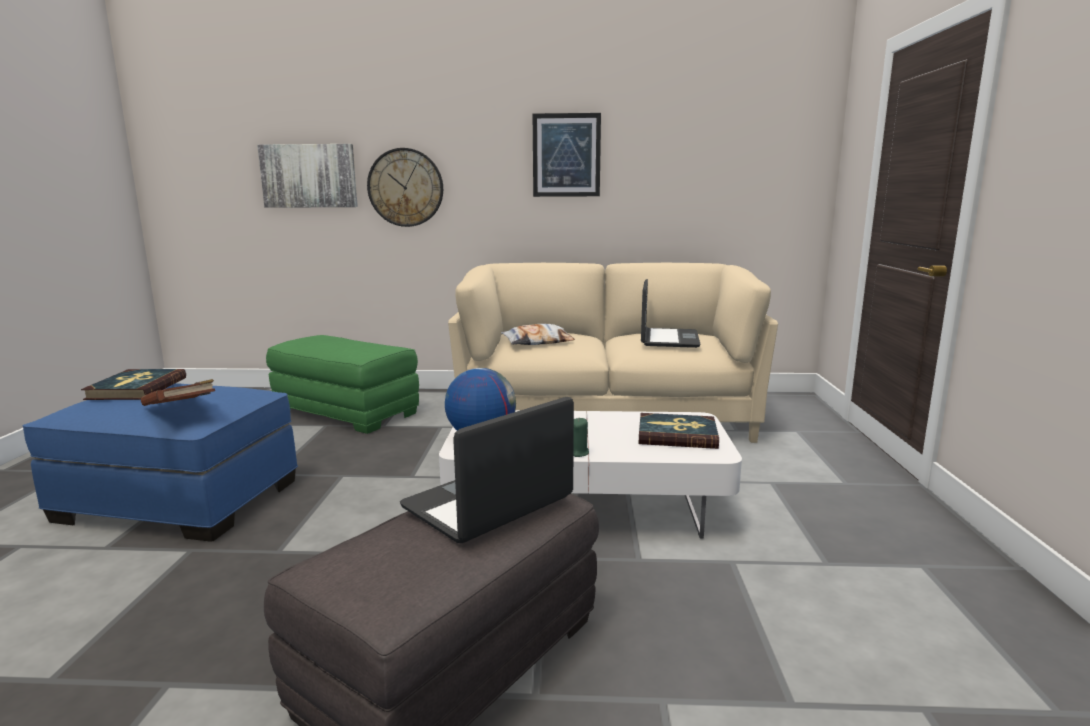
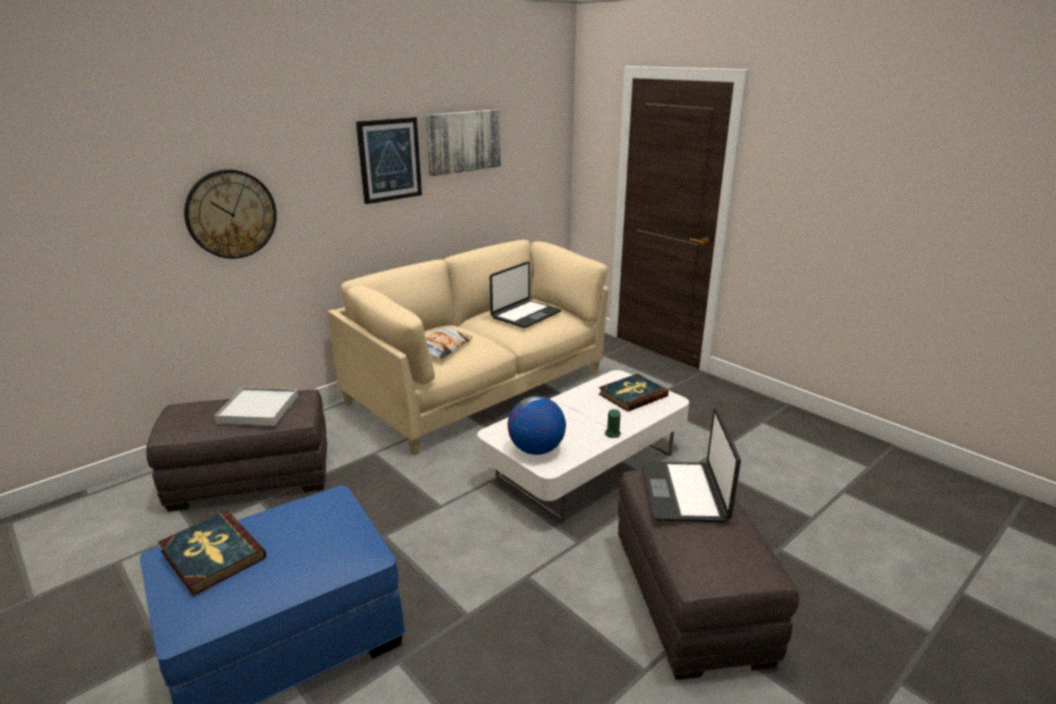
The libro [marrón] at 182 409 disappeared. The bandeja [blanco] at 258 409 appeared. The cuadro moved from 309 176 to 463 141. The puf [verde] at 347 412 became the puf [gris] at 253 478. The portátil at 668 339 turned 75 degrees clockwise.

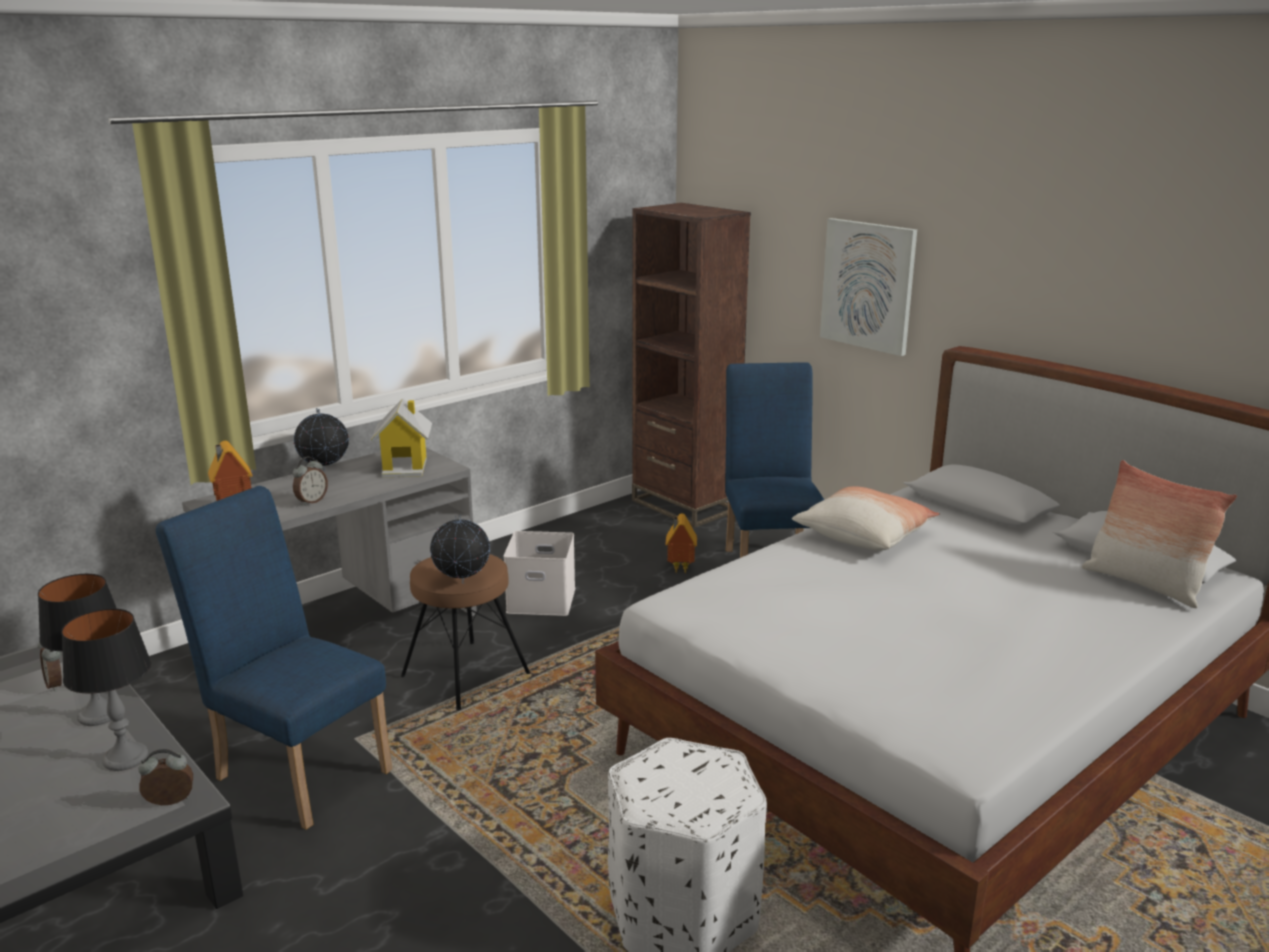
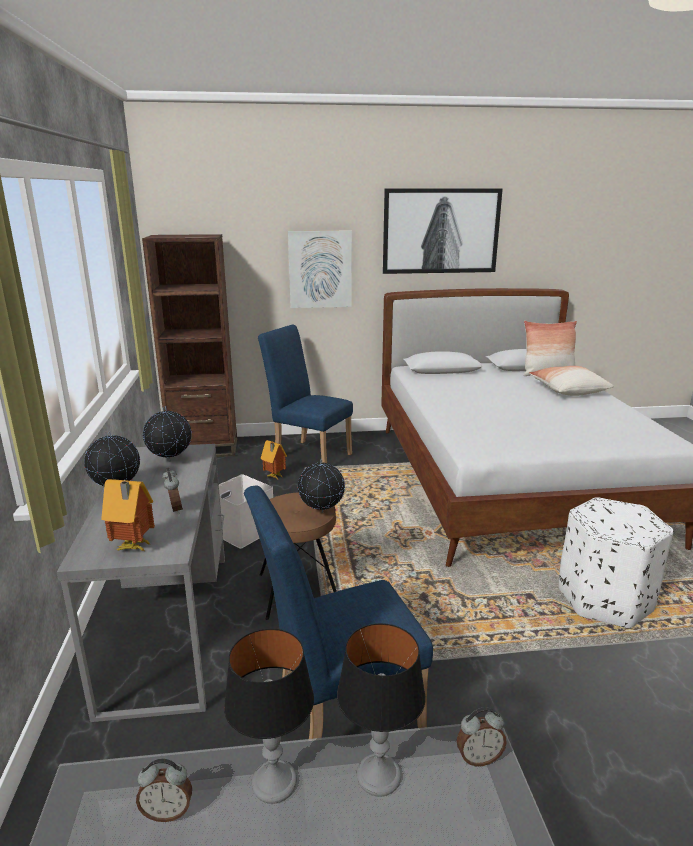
The cuadro at 441 231 appeared. The cojín moved from 864 535 to 568 390. The casita at 405 467 was replaced by the globo terráqueo at 170 461. The despertador at 170 803 turned 120 degrees counterclockwise.

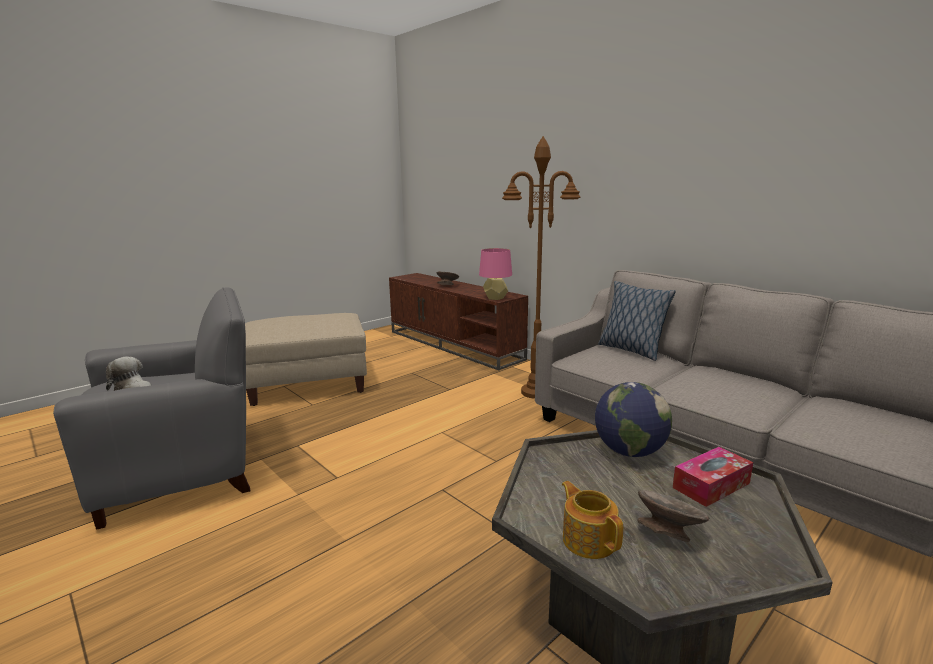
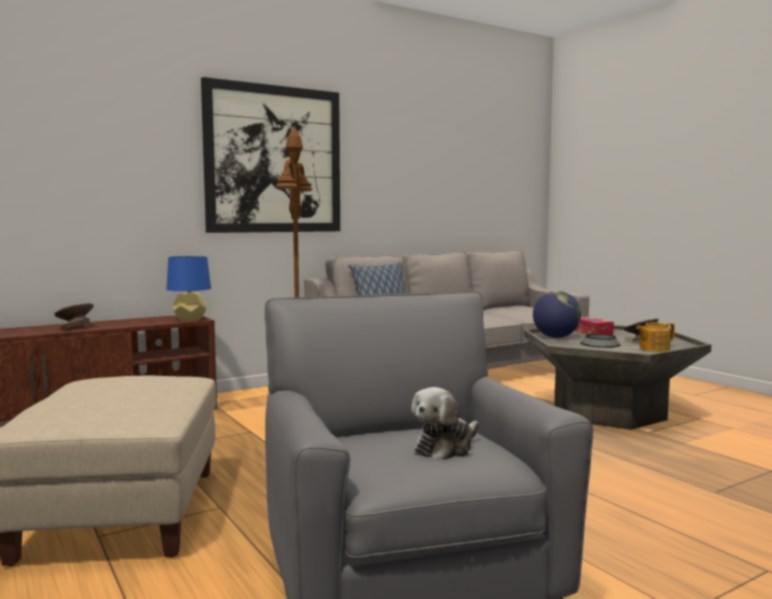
The cuadro at 274 160 appeared. The cuenco at 600 344 appeared. The lámpara de mesa [rosa] at 495 298 became the lámpara de mesa [azul] at 190 319.

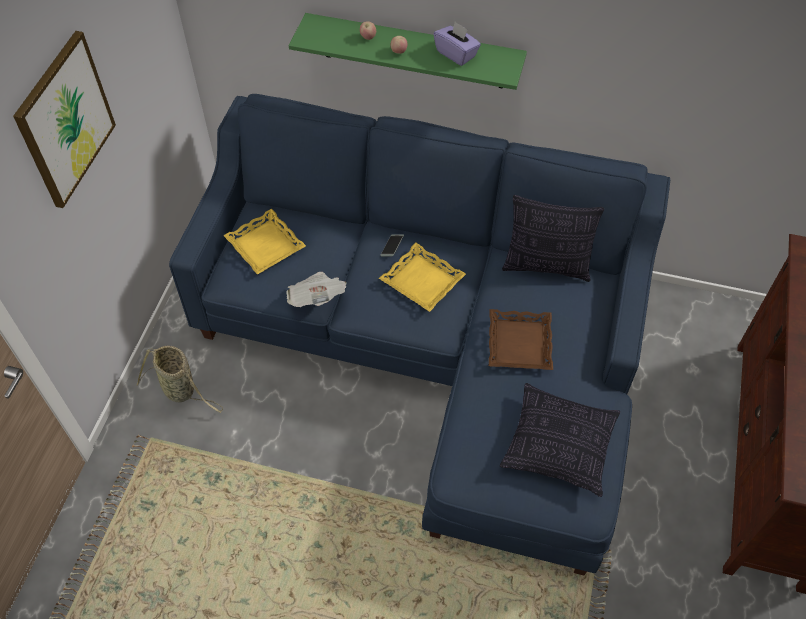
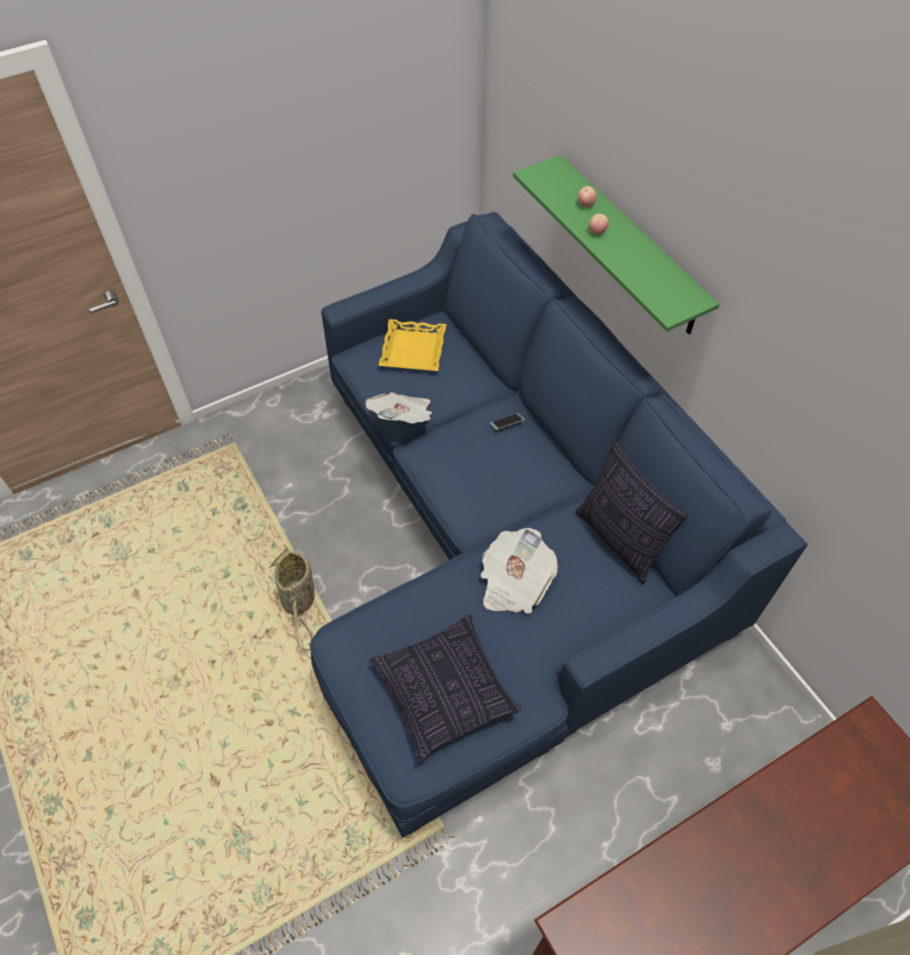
The cuadro at 65 120 disappeared. The bandeja [amarillo] at 422 281 disappeared. The caja de pañuelos [morado] at 456 54 disappeared. The cesta moved from 181 391 to 299 602. The bandeja [marrón] at 520 344 was replaced by the periódico at 514 582.

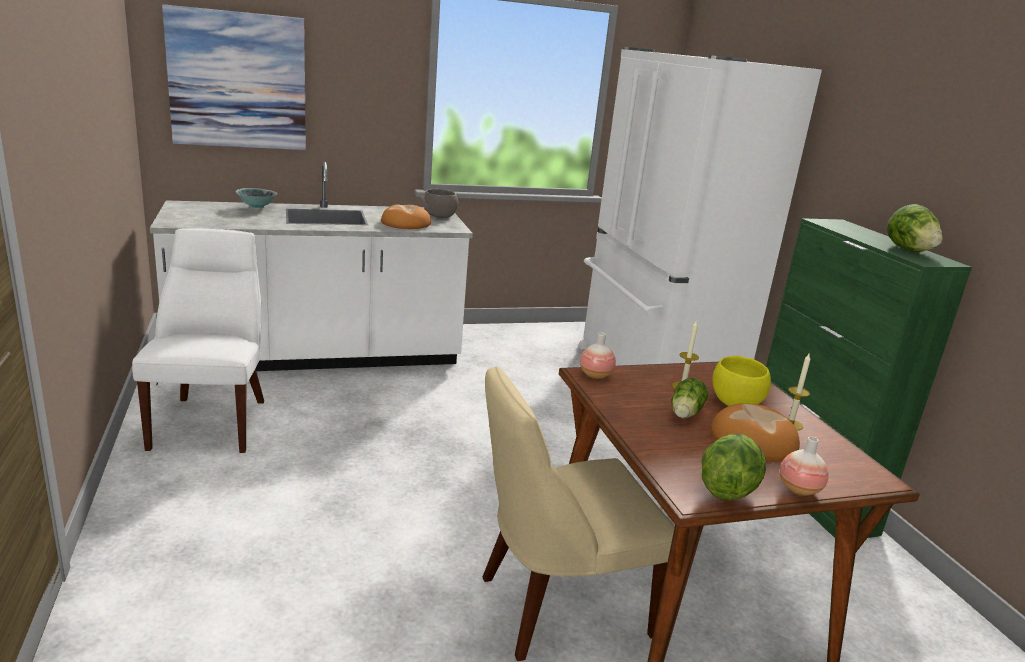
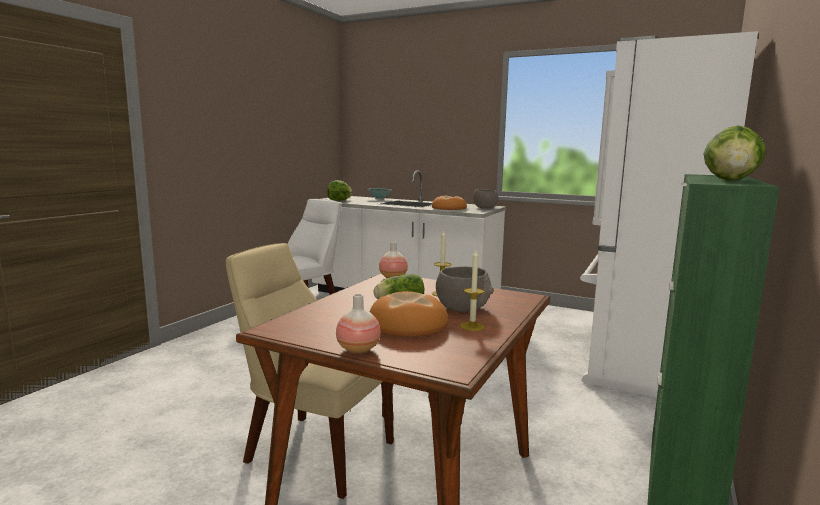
The cuadro at 238 80 disappeared. The lechuga moved from 727 489 to 339 200. The cuenco [amarillo] at 735 401 became the cuenco [gris] at 462 307.

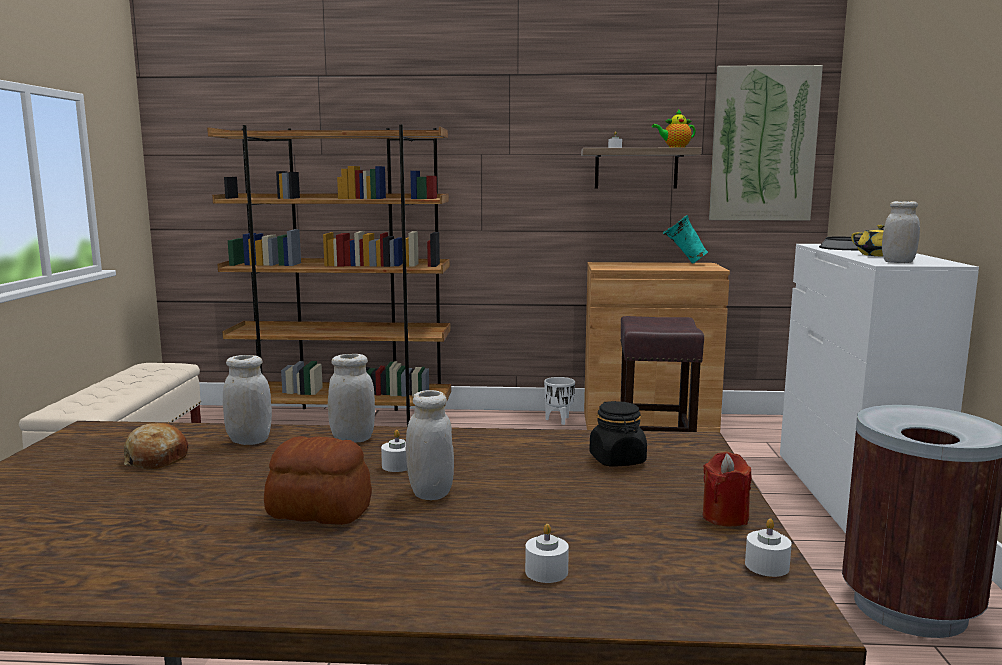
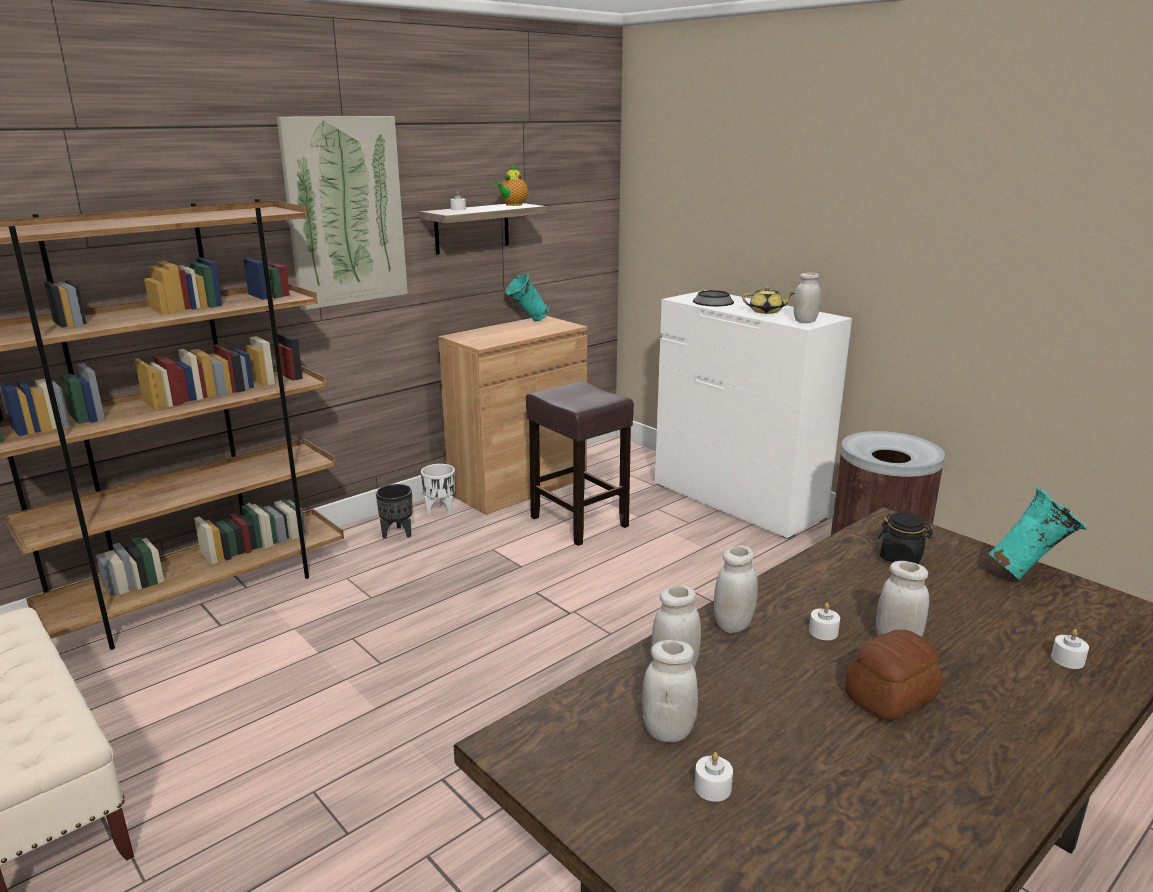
The maceta [negro] at 397 533 appeared. The cuadro moved from 763 144 to 345 212. The vela [blanco] moved from 767 565 to 712 787. The pan at 156 459 was replaced by the tarro [blanco] at 668 731. The vela [rojo] at 725 517 was replaced by the florero [turquesa] at 1029 574.

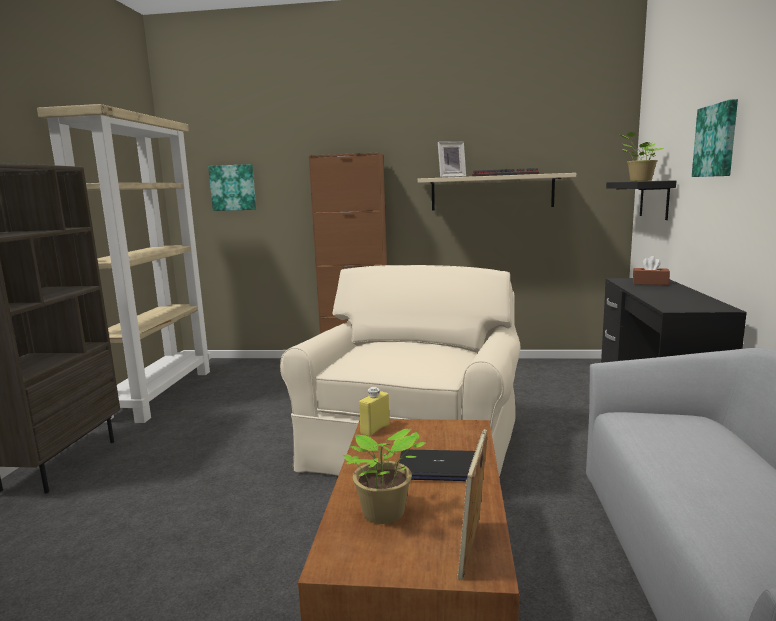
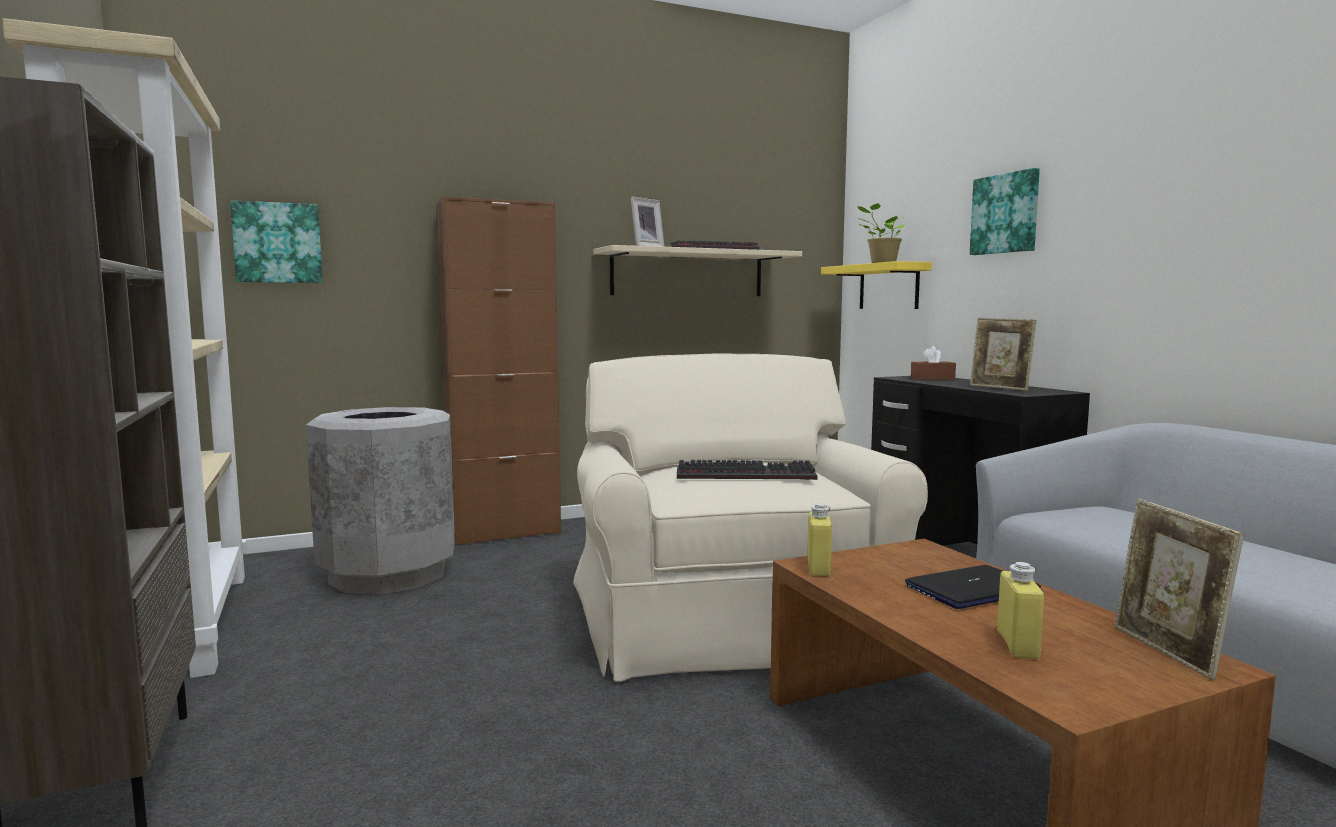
The papelera [gris] at 388 574 appeared. The teclado at 747 474 appeared. The portarretratos at 1000 388 appeared. The planta en maceta at 384 514 was replaced by the botella [amarillo] at 1017 645. The estante [negro] at 654 199 became the estante [amarillo] at 888 287.

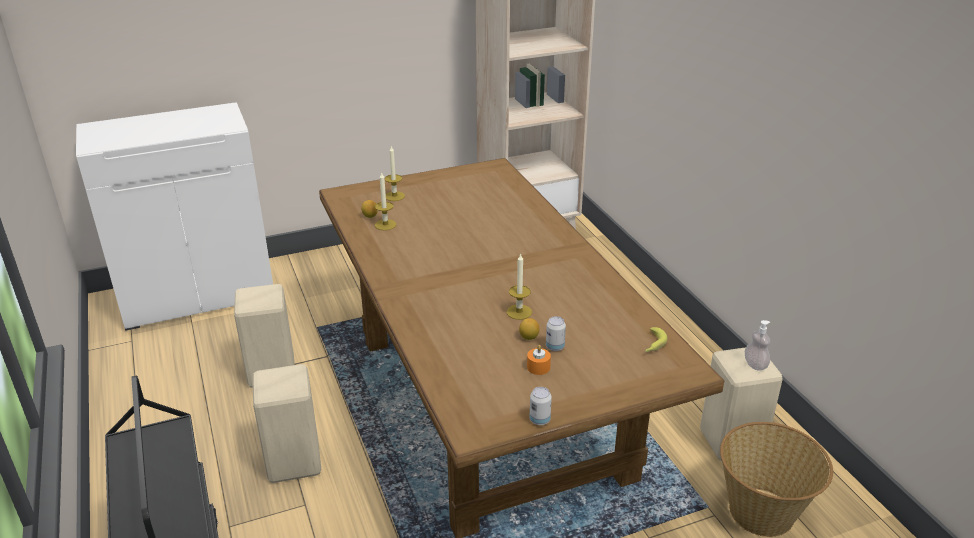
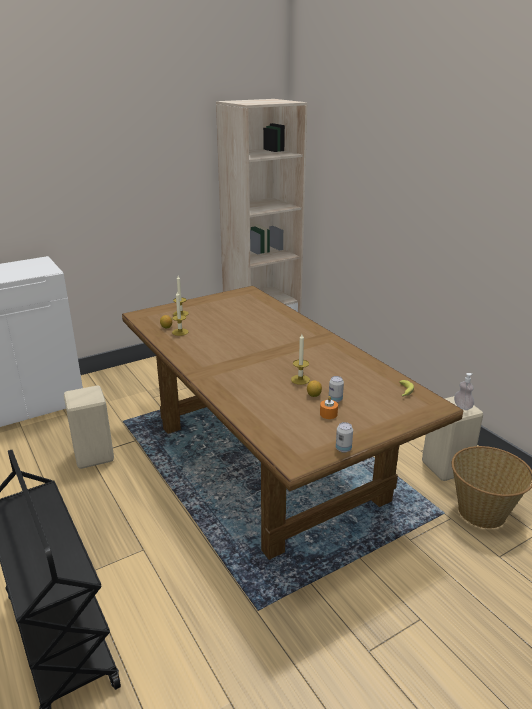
The taburete [beis] at 292 461 disappeared.

